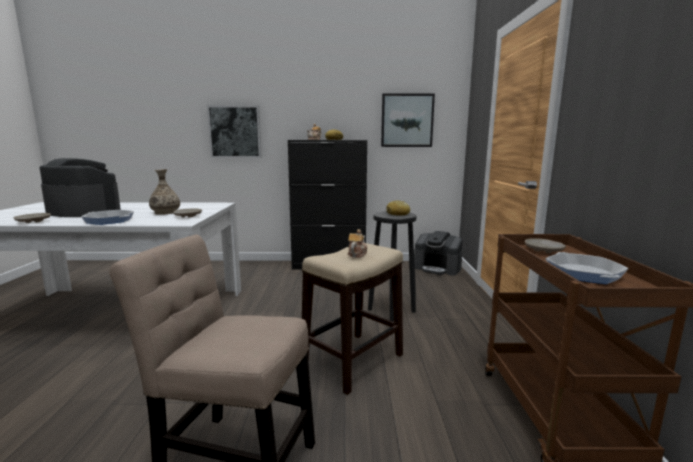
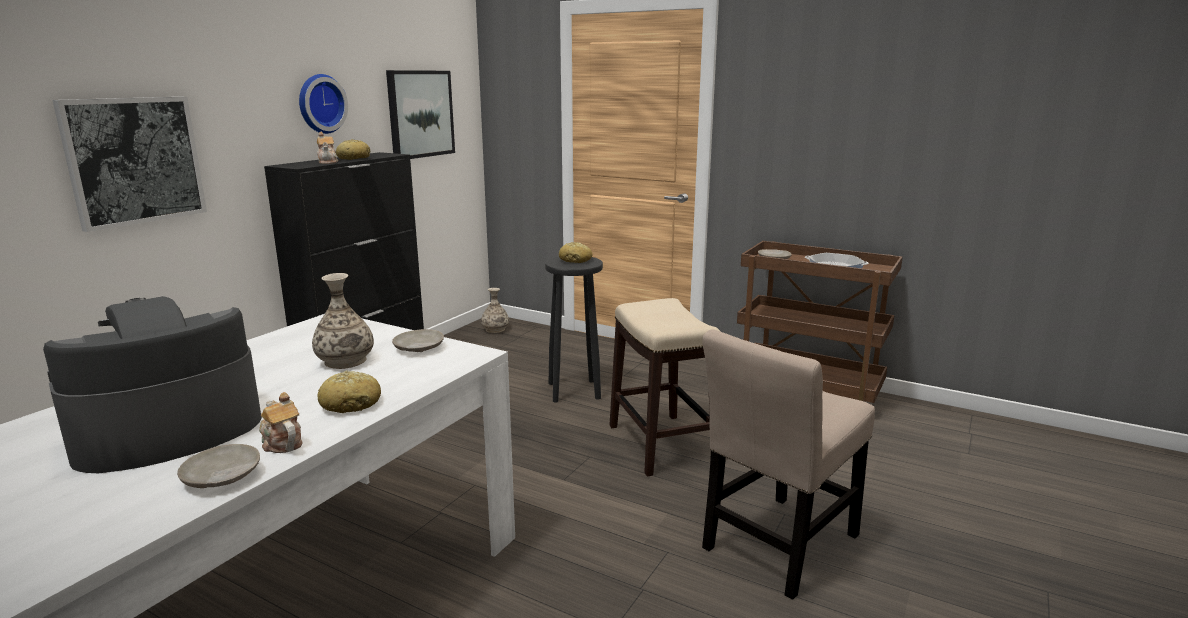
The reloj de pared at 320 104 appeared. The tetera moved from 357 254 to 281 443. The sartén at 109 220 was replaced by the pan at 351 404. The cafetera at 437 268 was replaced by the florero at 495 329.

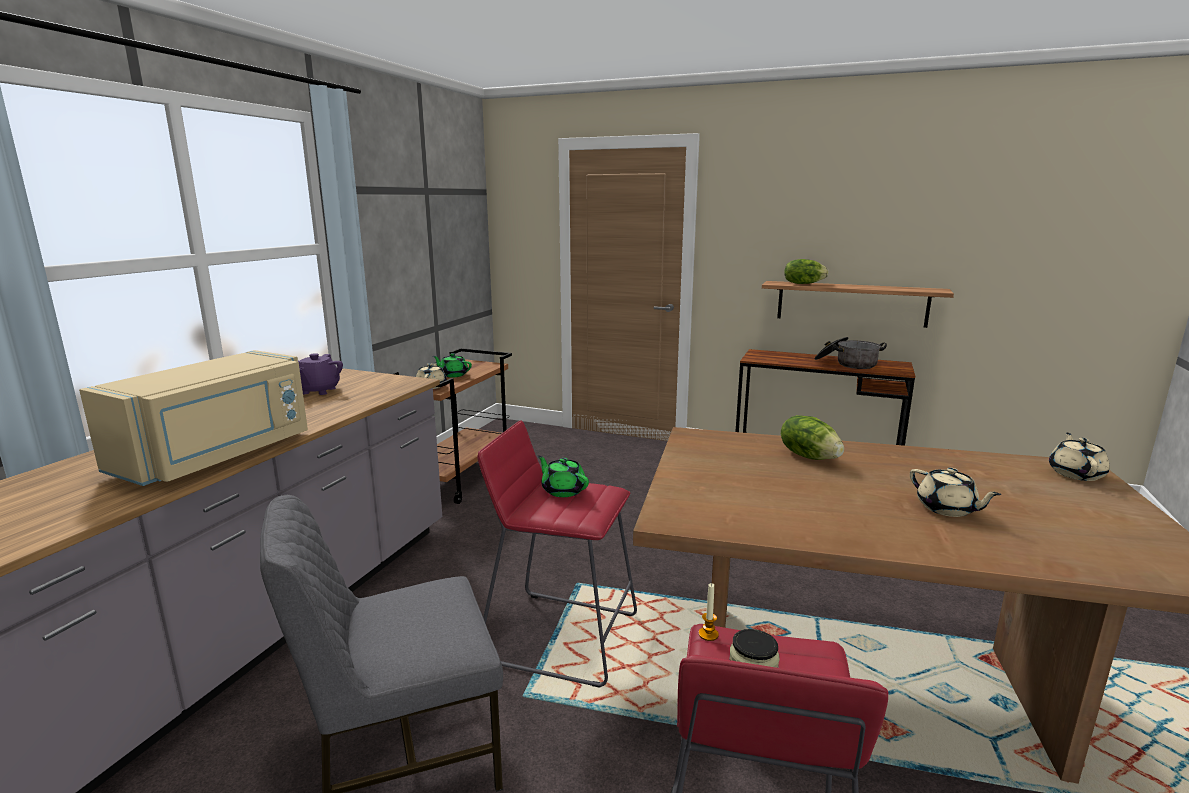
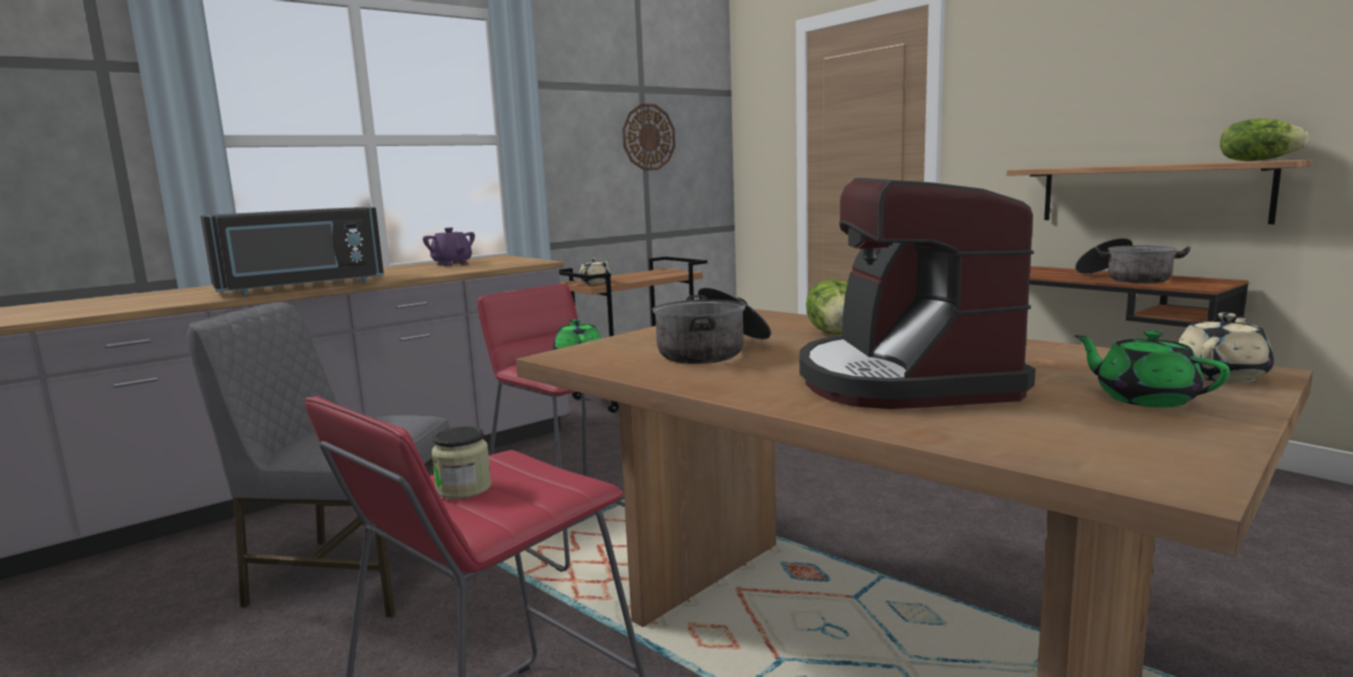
The vela at 708 634 disappeared. The reloj de pared at 648 137 appeared. The olla at 713 351 appeared. The tetera [verde] moved from 453 375 to 1144 399. The lechuga moved from 803 284 to 1257 160. The tetera [beis] at 947 509 was replaced by the cafetera at 903 380. The microondas [beis] at 219 455 became the microondas [negro] at 301 287. The tetera [morado] at 318 391 turned 105 degrees clockwise.

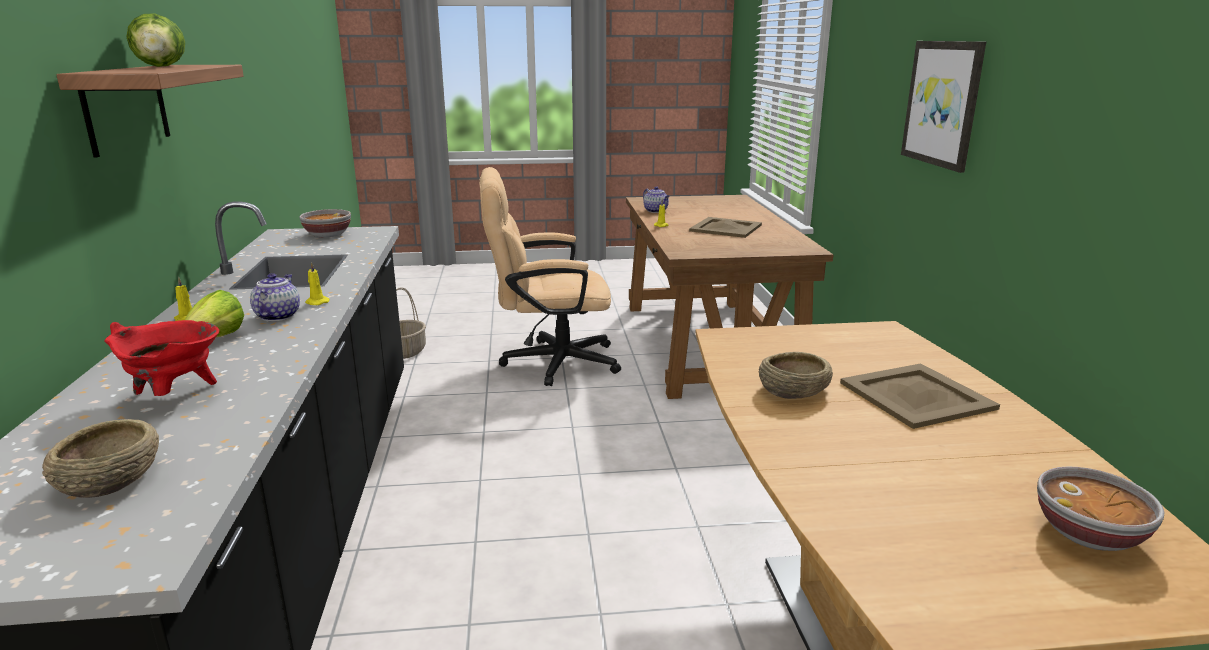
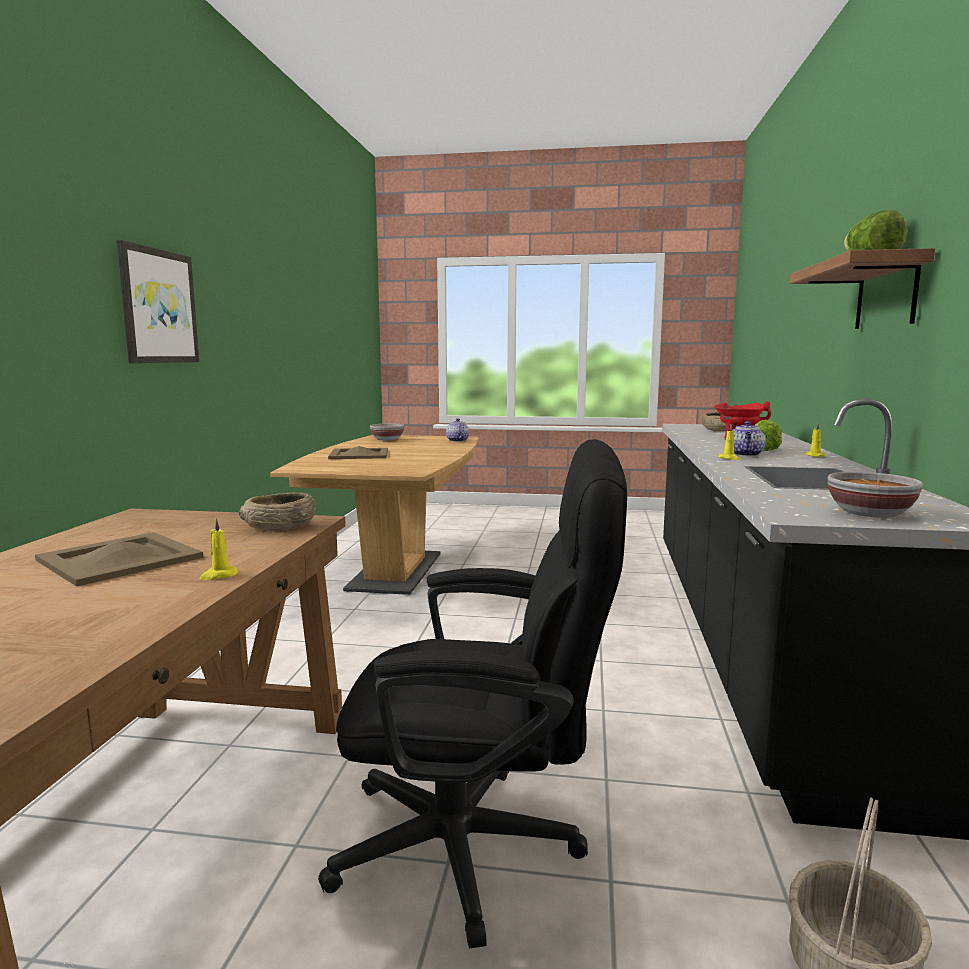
The tetera moved from 656 211 to 457 440. The cuenco [beis] moved from 793 390 to 280 526. The silla de oficina [beis] at 549 362 became the silla de oficina [negro] at 480 847.

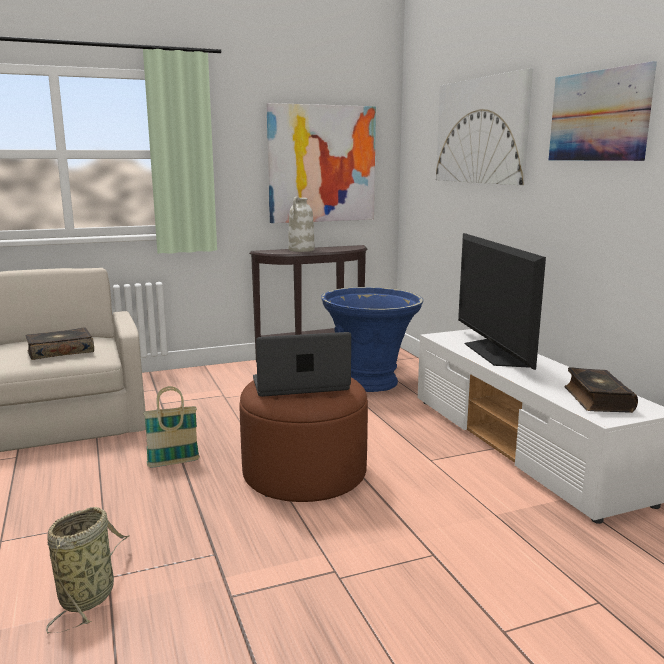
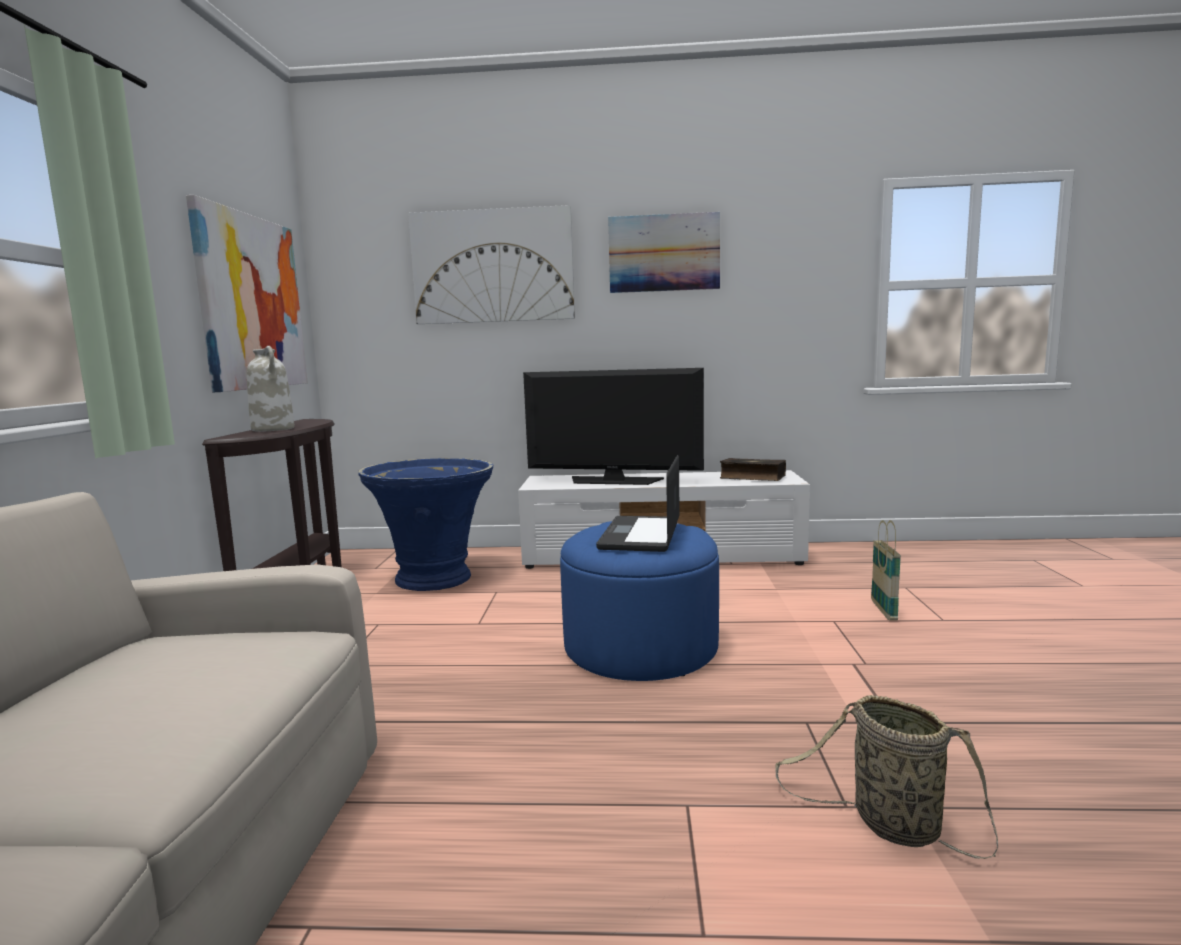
The libro at 60 351 disappeared. The cesta moved from 173 463 to 883 610. The puf [marrón] at 304 472 became the puf [azul] at 640 647.

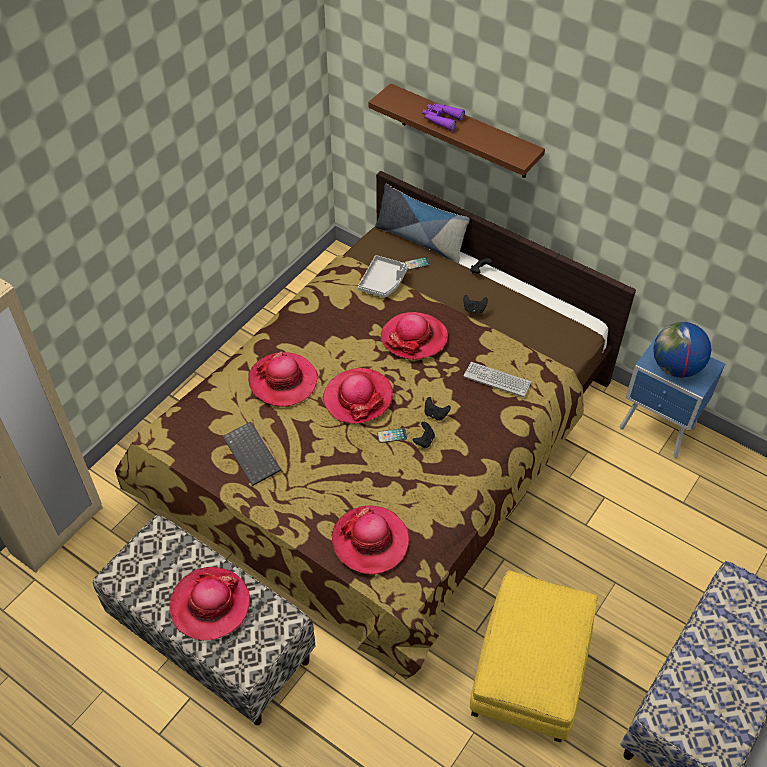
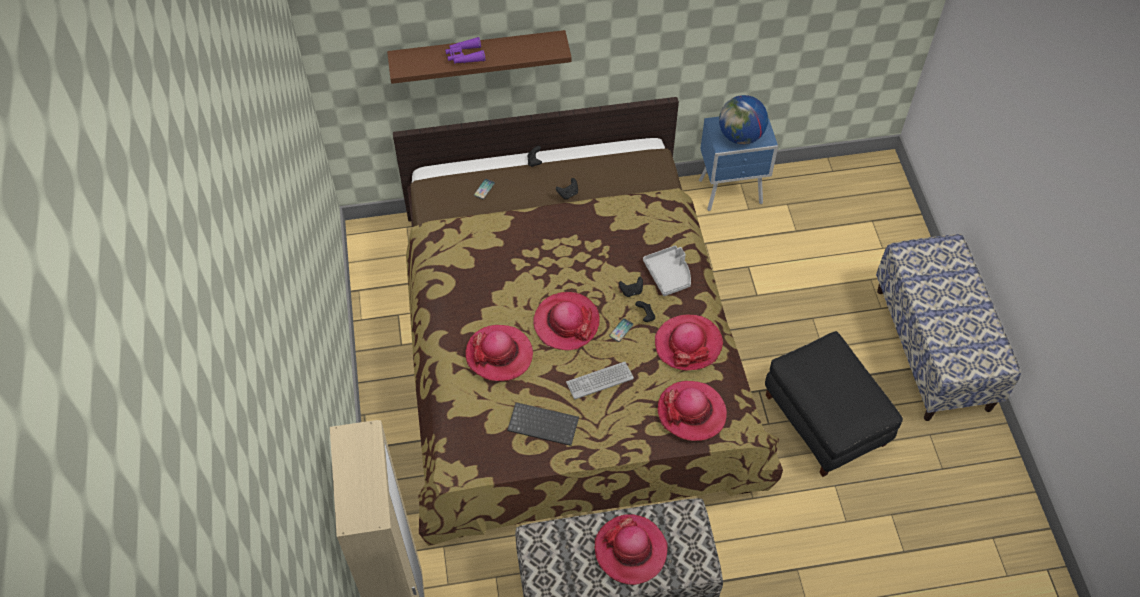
The cojín at 420 240 disappeared. The bandeja [gris] moved from 383 282 to 669 274. The sombrero moved from 414 338 to 688 344. The teclado moved from 497 380 to 599 381. The puf [amarillo] at 530 672 became the puf [negro] at 826 419.

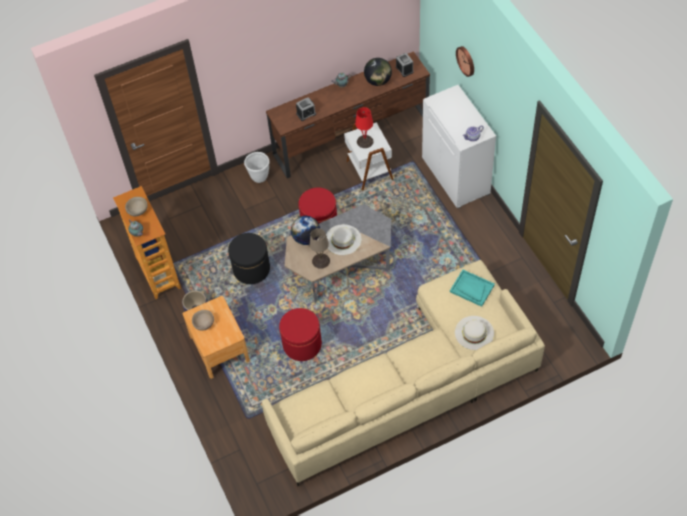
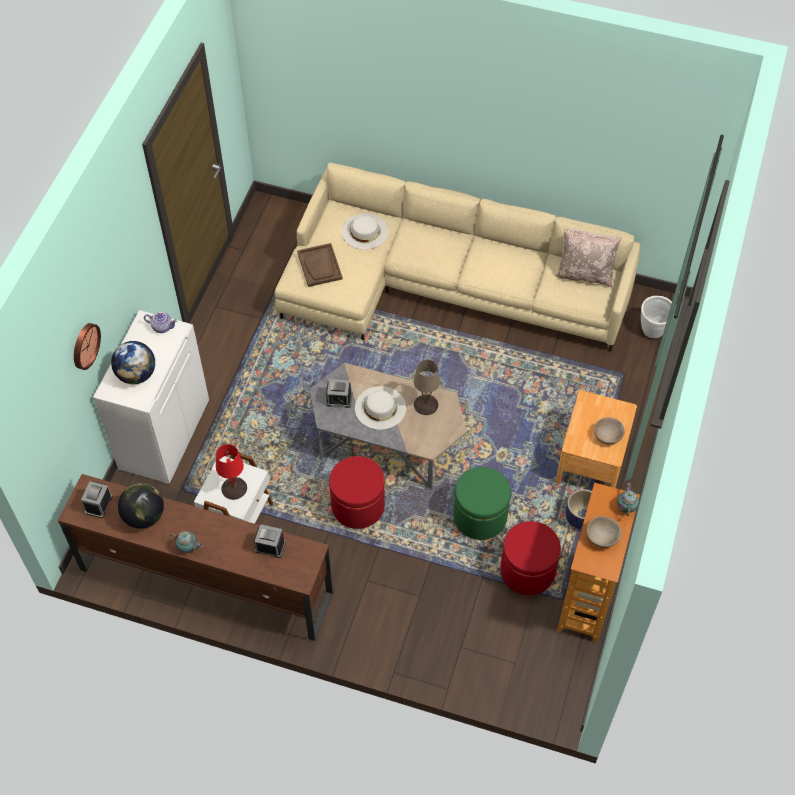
The despertador at 339 399 appeared. The cojín [beis] at 585 273 appeared. The maceta [blanco] moved from 259 177 to 652 331. The puf [rojo] moved from 302 344 to 527 571. The globo terráqueo moved from 306 238 to 136 375. The puf [negro] at 251 269 became the puf [verde] at 480 516. The bandeja [turquesa] at 471 288 became the bandeja [marrón] at 320 266.

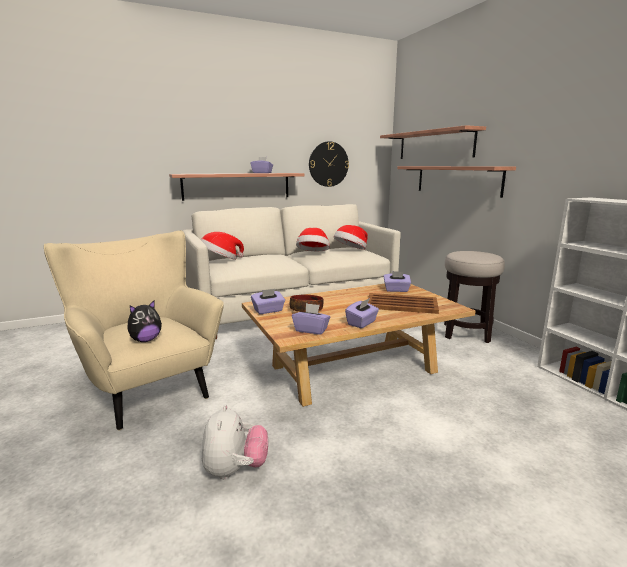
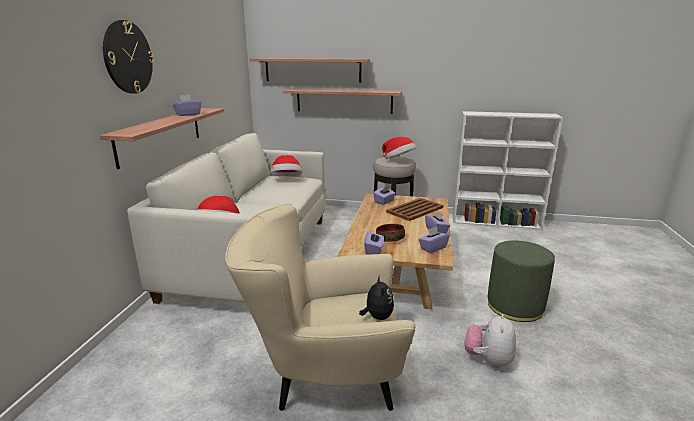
The puf [verde] at 515 306 appeared. The sombrero moved from 313 254 to 398 160. The reloj de pared moved from 328 164 to 128 57. The peluche at 235 470 turned 105 degrees counterclockwise.

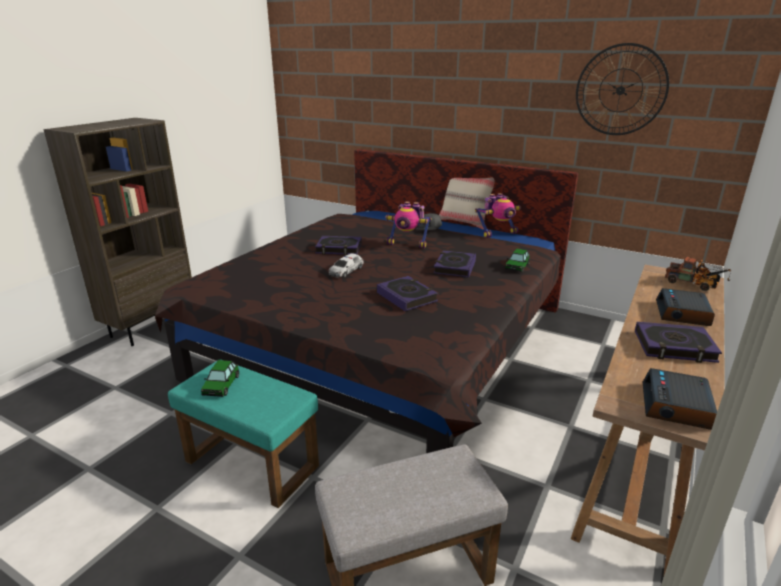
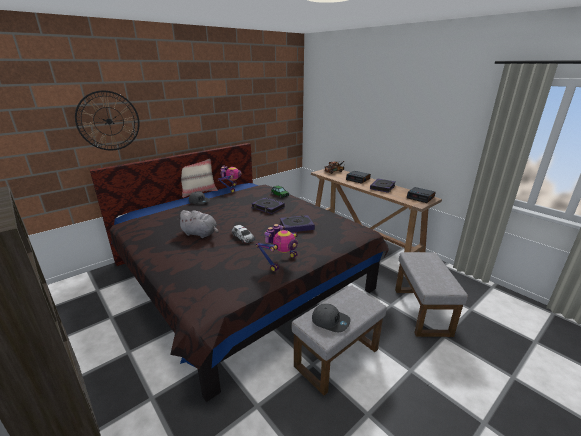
The robot de juguete moved from 408 244 to 280 261. The reloj de pared moved from 620 90 to 108 121. The coche de juguete at 221 385 was replaced by the gorra [gris] at 330 321. The libro at 339 249 was replaced by the peluche [gris] at 200 234. The puf [turquesa] at 254 463 became the puf [gris] at 337 356.

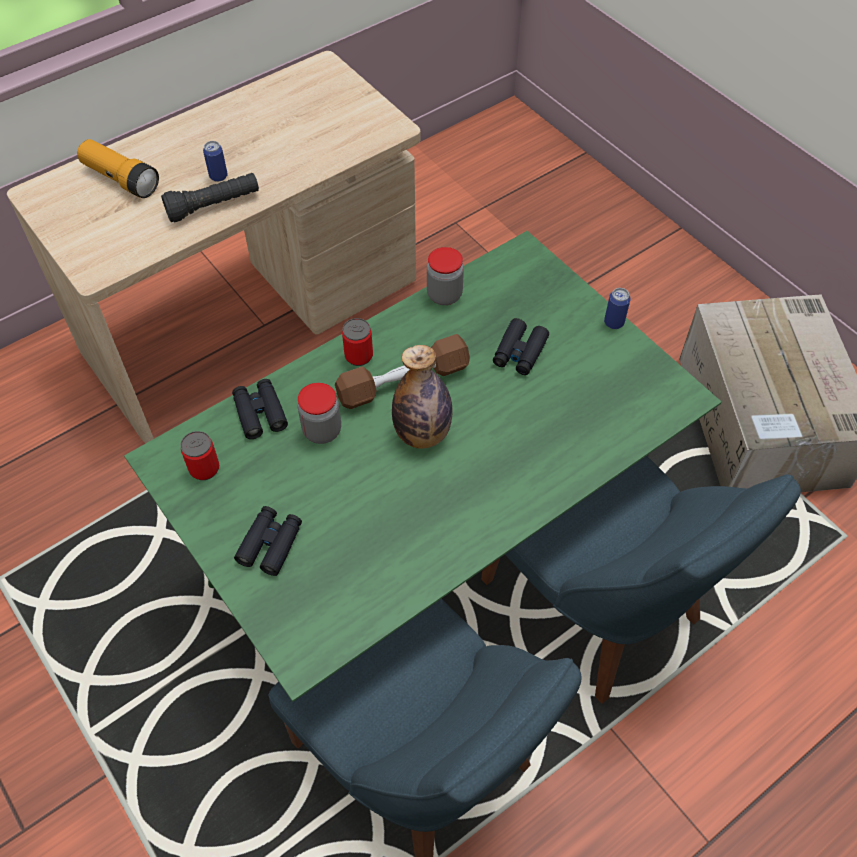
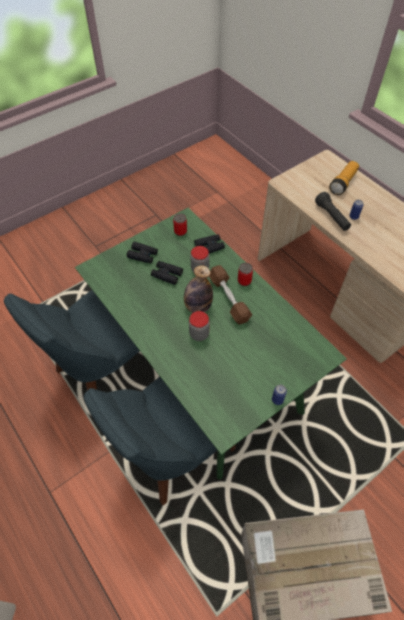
The tarro moved from 444 295 to 199 334. The prismáticos [negro] moved from 519 352 to 167 275.

